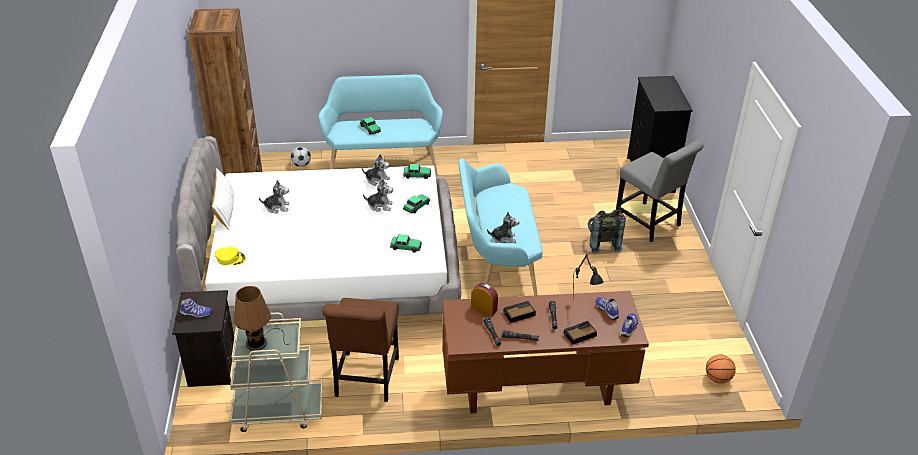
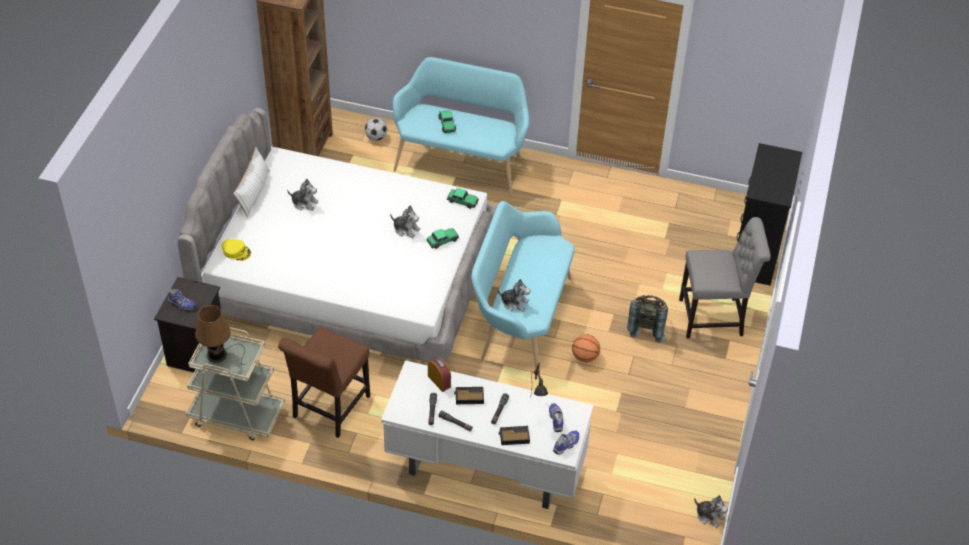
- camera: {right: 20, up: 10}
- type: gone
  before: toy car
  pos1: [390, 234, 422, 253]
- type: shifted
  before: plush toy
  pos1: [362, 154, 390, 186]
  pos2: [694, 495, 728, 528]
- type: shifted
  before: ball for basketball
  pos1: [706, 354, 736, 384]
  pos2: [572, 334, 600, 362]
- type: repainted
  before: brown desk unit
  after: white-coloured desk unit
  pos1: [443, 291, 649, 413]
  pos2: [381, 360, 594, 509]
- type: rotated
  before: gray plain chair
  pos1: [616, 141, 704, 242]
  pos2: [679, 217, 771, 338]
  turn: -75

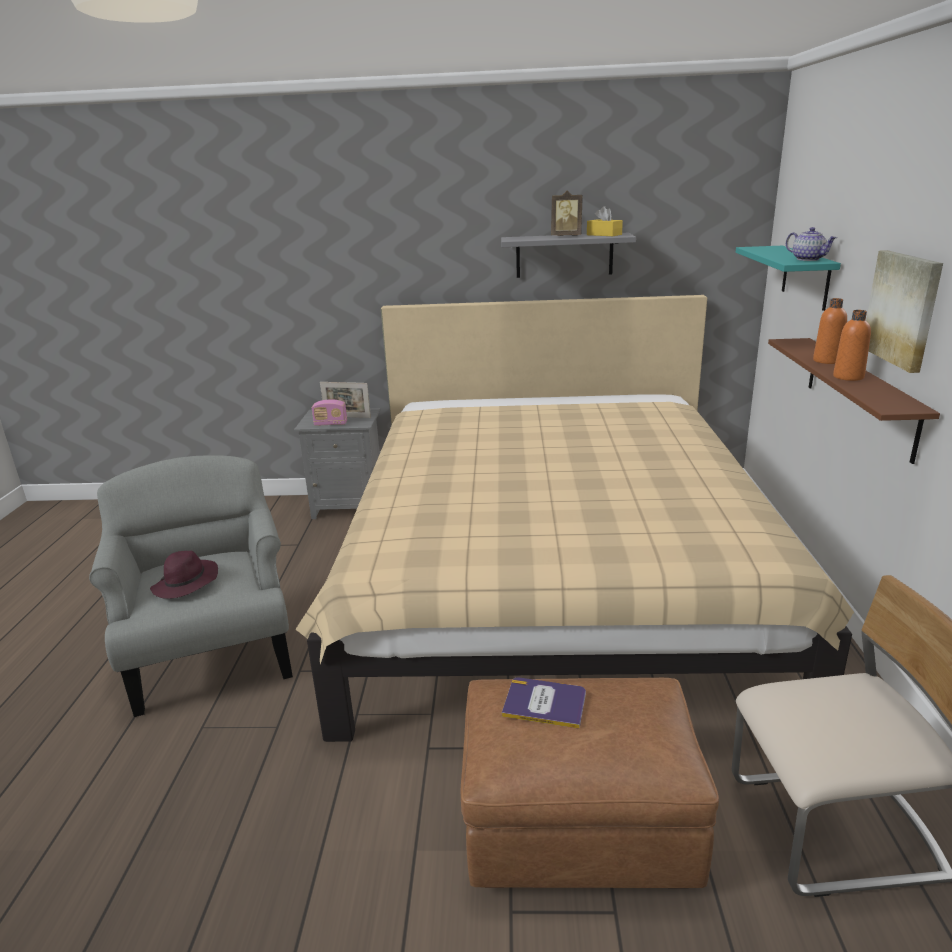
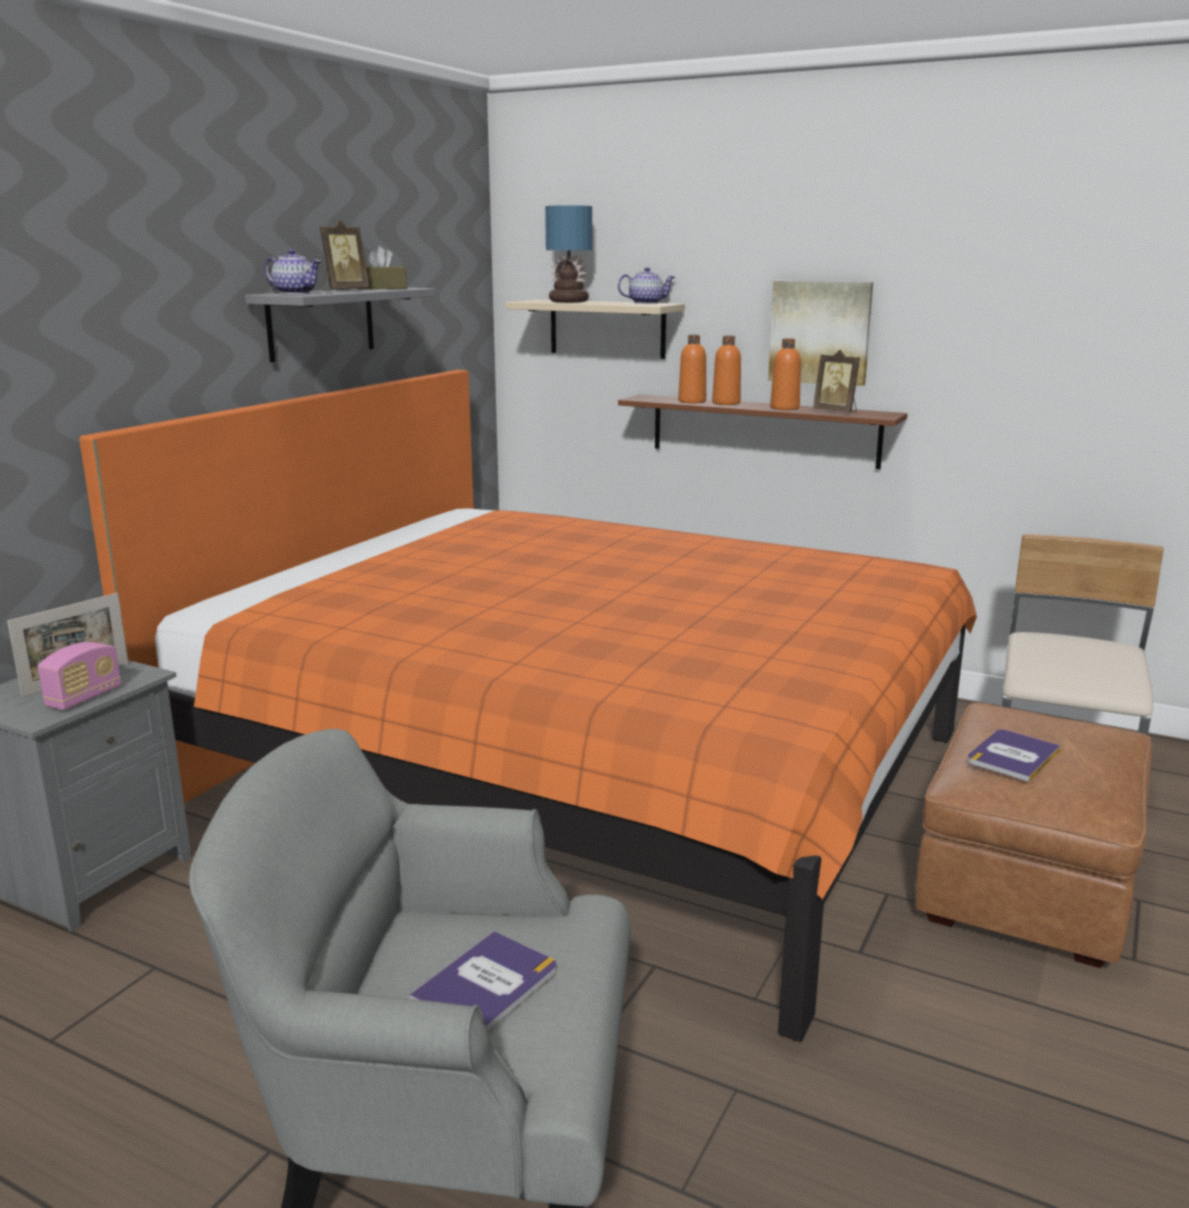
- camera: {right: -65, up: -5}
- type: new
  after: teapot
  pos2: [265, 249, 321, 294]
- type: new
  after: table lamp
  pos2: [545, 205, 592, 303]
- type: new
  after: orange-coloured drink bottle
  pos2: [678, 335, 706, 404]
- type: new
  after: standing frame
  pos2: [813, 350, 860, 412]
- type: swapped
  before: purple wearable hat
  after: book
  pos1: [150, 551, 218, 599]
  pos2: [409, 931, 557, 1032]
- type: repainted
  before: beige bedroom bed
  after: orange-coloured bedroom bed
  pos1: [295, 295, 854, 742]
  pos2: [79, 370, 977, 1042]
- type: repainted
  before: yellowish tissue holder
  after: brown tissue holder
  pos1: [587, 206, 623, 236]
  pos2: [357, 246, 407, 289]
- type: repainted
  before: turquoise-coloured wall shelf
  after: beige wall shelf
  pos1: [736, 246, 841, 311]
  pos2: [505, 299, 685, 359]

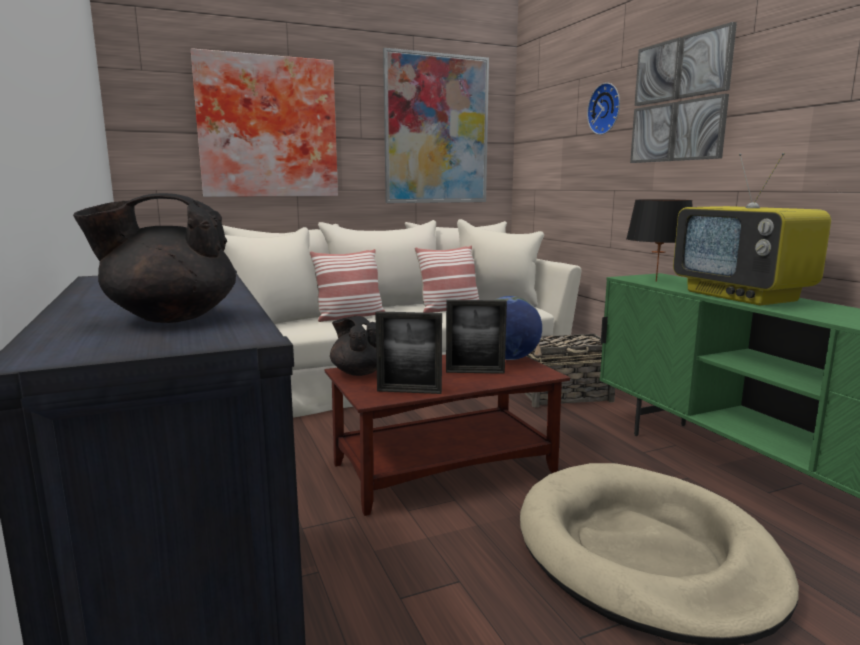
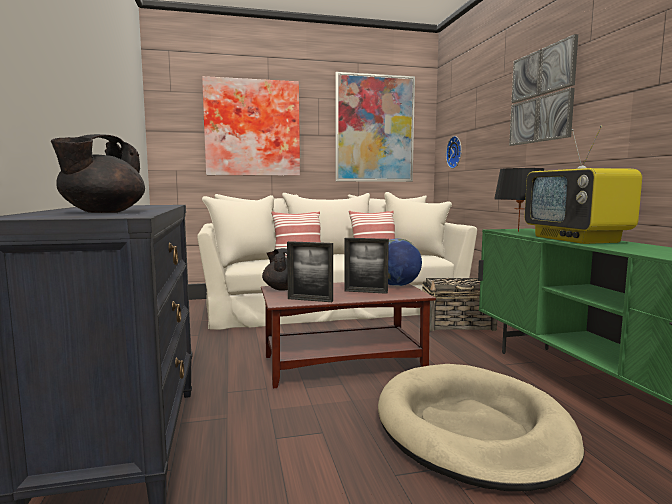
- camera: {right: 10, up: -5}
- type: shifted
  before: clock on the wall
  pos1: [587, 83, 620, 135]
  pos2: [446, 136, 462, 168]
- type: rotated
  before: black-coloured teapot
  pos1: [73, 193, 236, 323]
  pos2: [51, 134, 145, 213]
  turn: -60

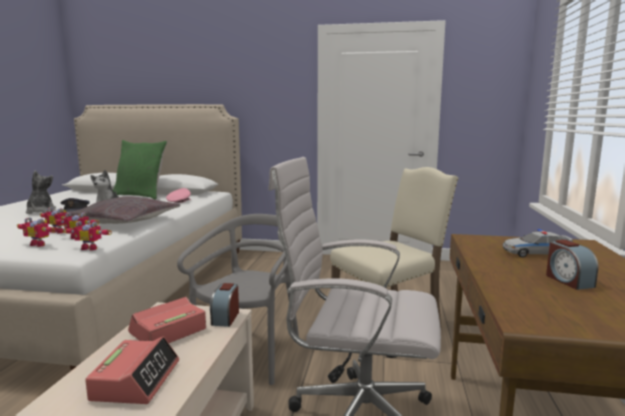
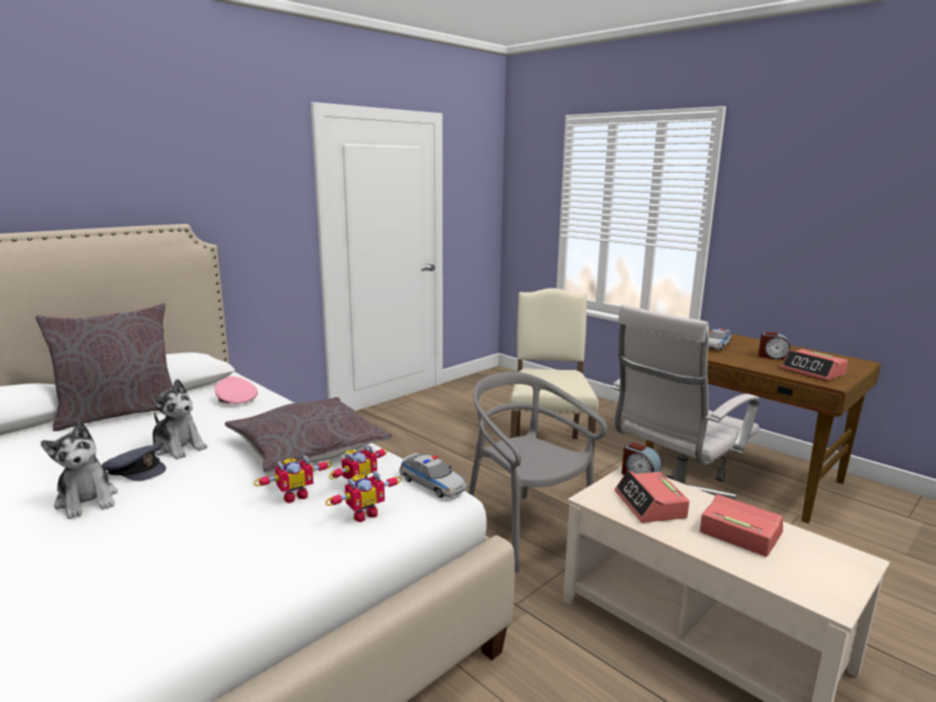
- camera: {right: -55, up: 5}
- type: new
  after: table clock
  pos2: [781, 349, 848, 381]
- type: swapped
  before: toy robot
  after: toy car
  pos1: [63, 221, 112, 251]
  pos2: [399, 453, 467, 498]
- type: repainted
  before: green pillow
  after: gray pillow
  pos1: [113, 140, 167, 200]
  pos2: [35, 303, 173, 431]
- type: rotated
  before: plush toy
  pos1: [26, 171, 56, 214]
  pos2: [41, 421, 118, 519]
  turn: -150

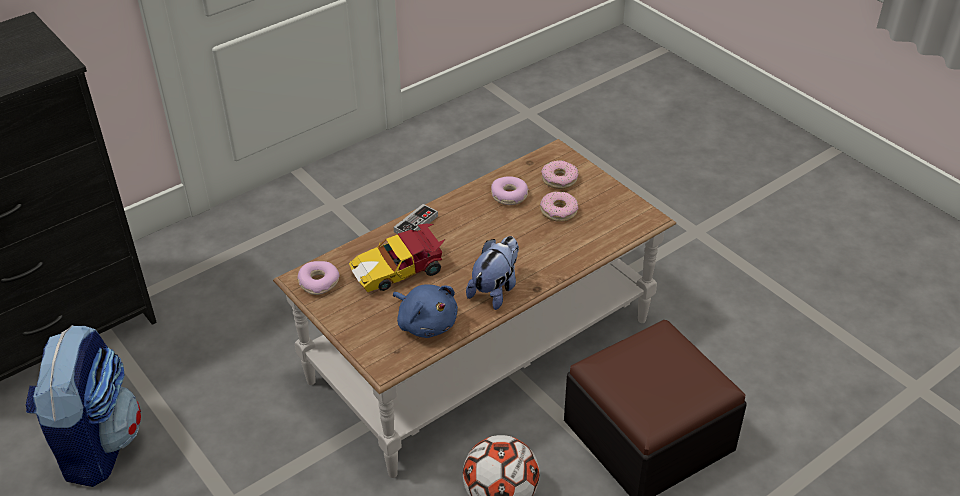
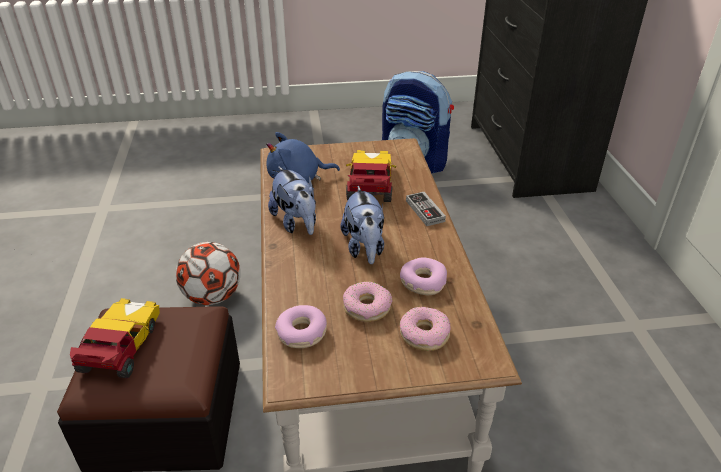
- camera: {right: 120, up: -5}
- type: new
  after: toy car
  pos2: [70, 298, 160, 378]
- type: new
  after: plush toy
  pos2: [340, 186, 384, 264]
- type: shifted
  before: ring doughnut
  pos1: [297, 261, 340, 295]
  pos2: [275, 305, 327, 348]

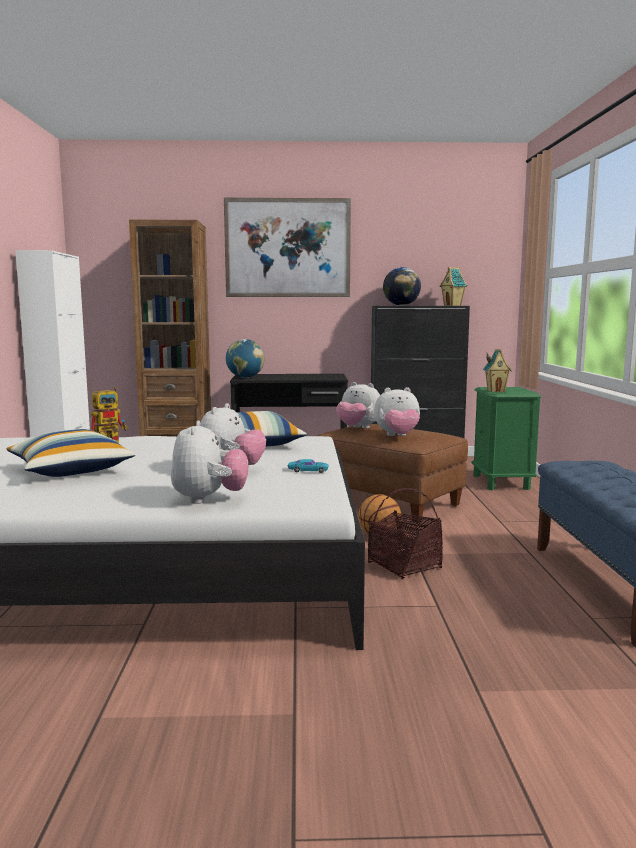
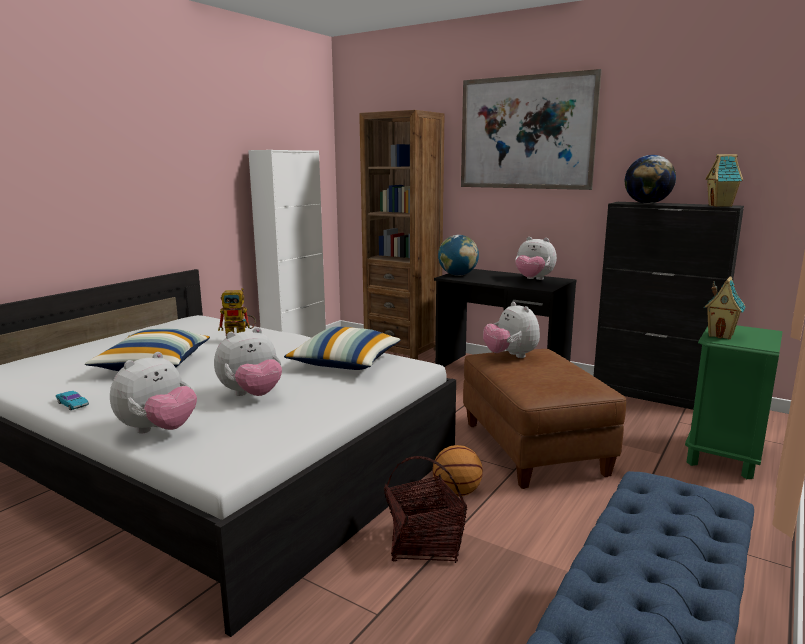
- camera: {right: 35, up: 5}
- type: shifted
  before: turquoise-coloured toy car
  pos1: [288, 459, 329, 473]
  pos2: [56, 391, 89, 410]
- type: shifted
  before: plush toy
  pos1: [374, 387, 420, 436]
  pos2: [515, 237, 557, 280]

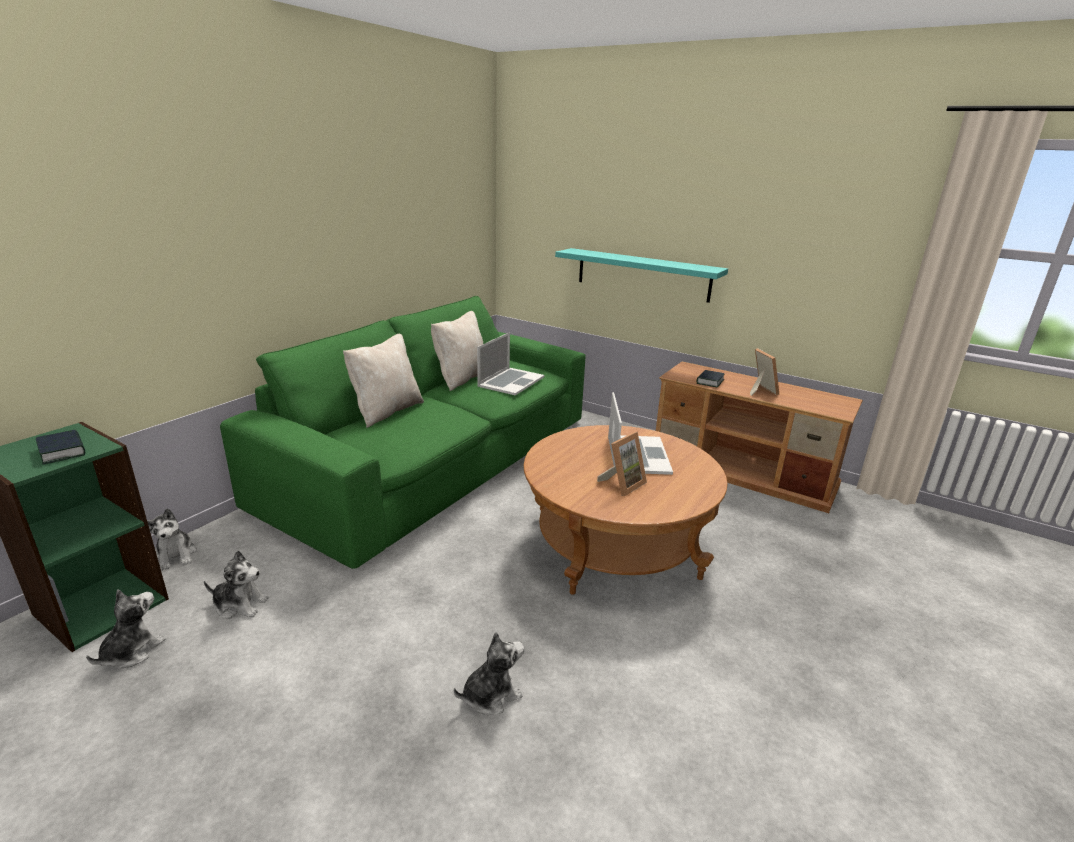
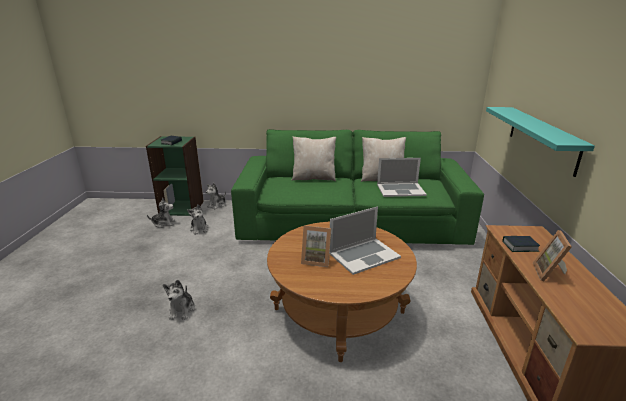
- camera: {right: 60, up: 0}
- type: rotated
  before: plush toy
  pos1: [454, 632, 524, 715]
  pos2: [163, 280, 195, 320]
  turn: 60
- type: rotated
  before: standing frame
  pos1: [750, 348, 779, 396]
  pos2: [533, 230, 572, 282]
  turn: 150

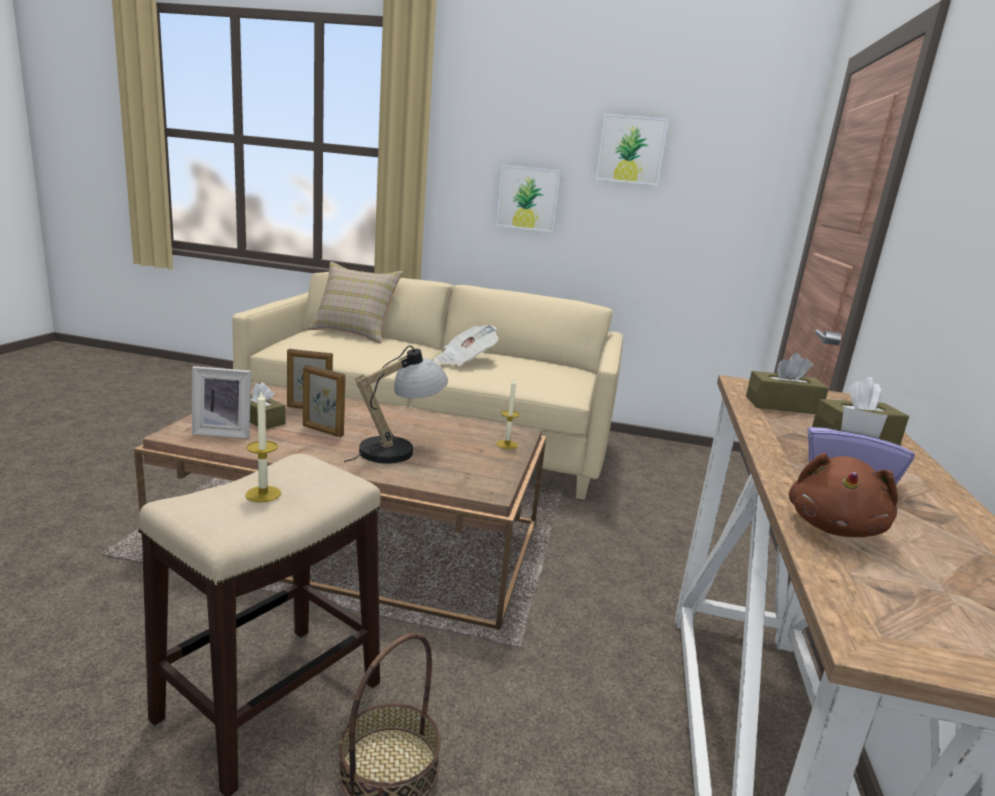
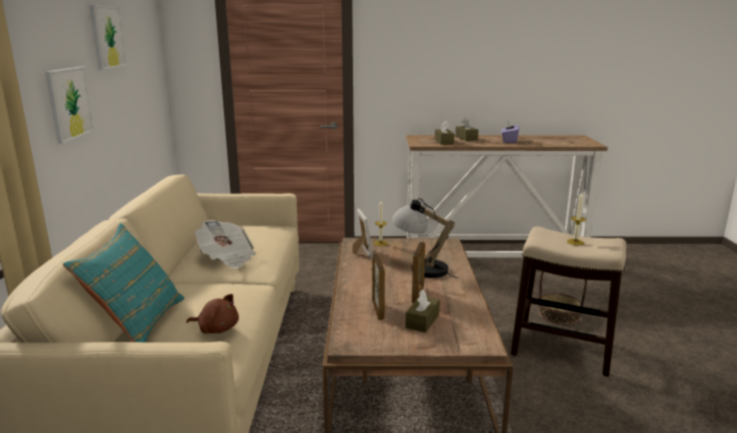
- camera: {right: -100, up: 0}
- type: shifted
  before: standing frame
  pos1: [192, 366, 251, 438]
  pos2: [352, 208, 373, 260]
- type: shifted
  before: brown plush toy
  pos1: [789, 453, 898, 537]
  pos2: [187, 294, 239, 334]
- type: repainted
  before: beige pillow
  after: turquoise-coloured pillow
  pos1: [308, 262, 403, 343]
  pos2: [63, 223, 184, 342]

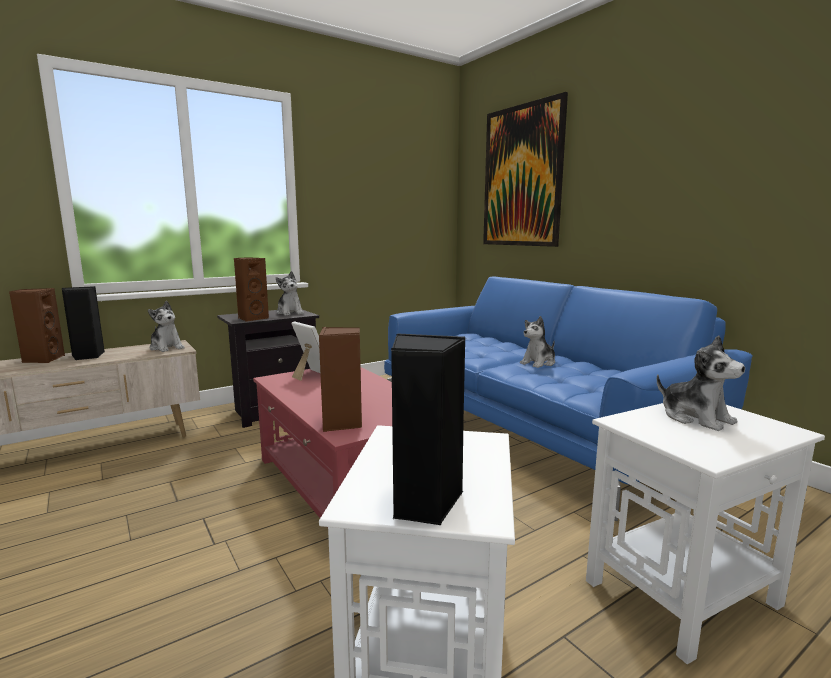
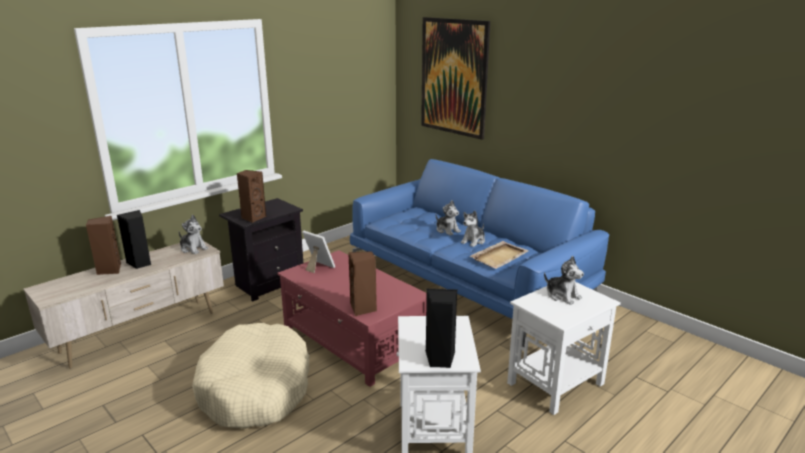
- camera: {right: -10, up: 10}
- type: new
  after: beige pet bed
  pos2: [192, 323, 309, 429]
- type: new
  after: beige carrying tray
  pos2: [469, 241, 529, 269]
- type: shifted
  before: plush toy
  pos1: [276, 271, 304, 316]
  pos2: [436, 200, 461, 236]

